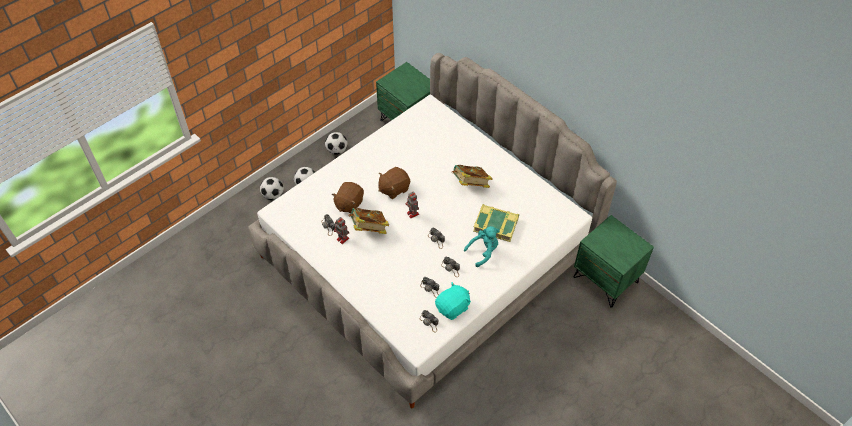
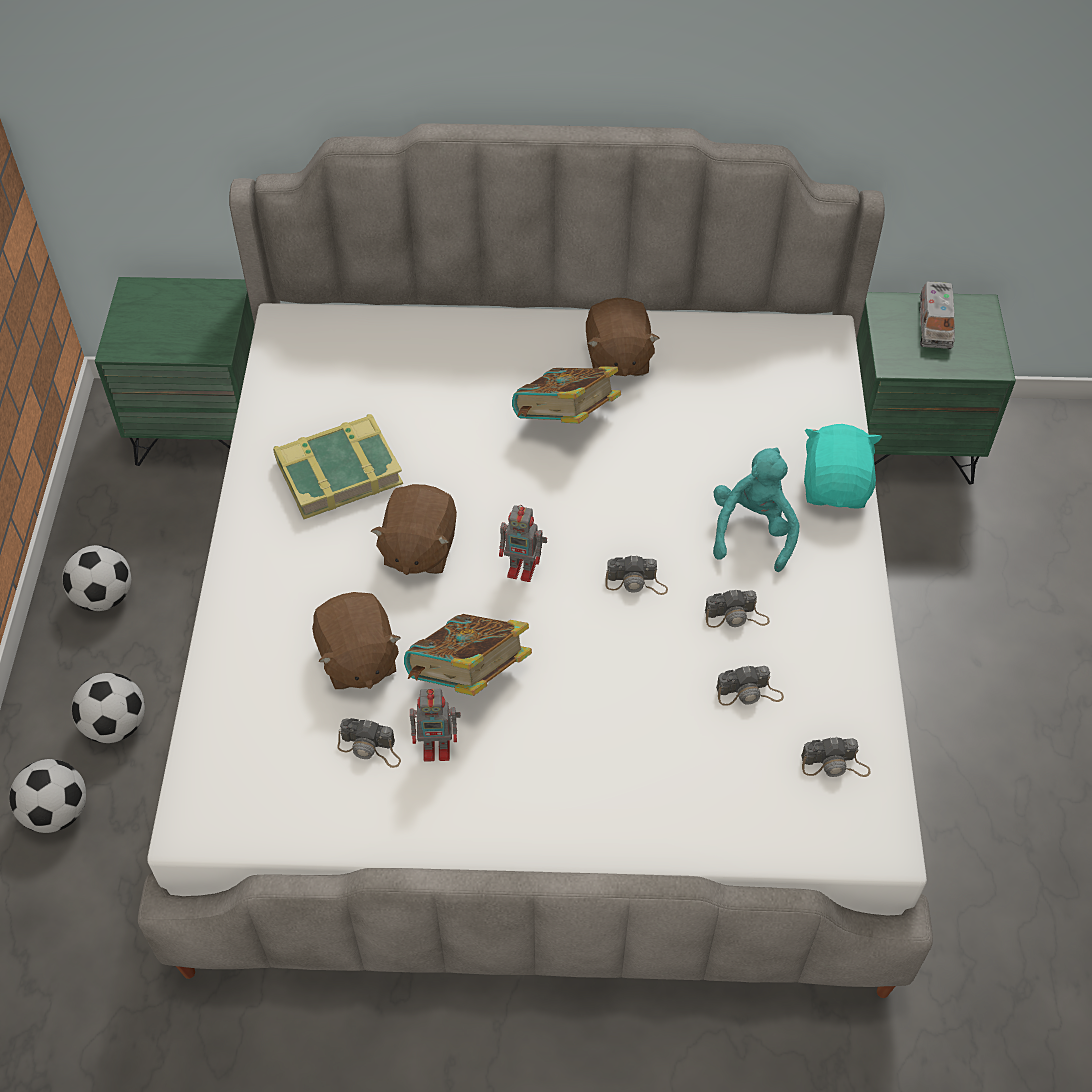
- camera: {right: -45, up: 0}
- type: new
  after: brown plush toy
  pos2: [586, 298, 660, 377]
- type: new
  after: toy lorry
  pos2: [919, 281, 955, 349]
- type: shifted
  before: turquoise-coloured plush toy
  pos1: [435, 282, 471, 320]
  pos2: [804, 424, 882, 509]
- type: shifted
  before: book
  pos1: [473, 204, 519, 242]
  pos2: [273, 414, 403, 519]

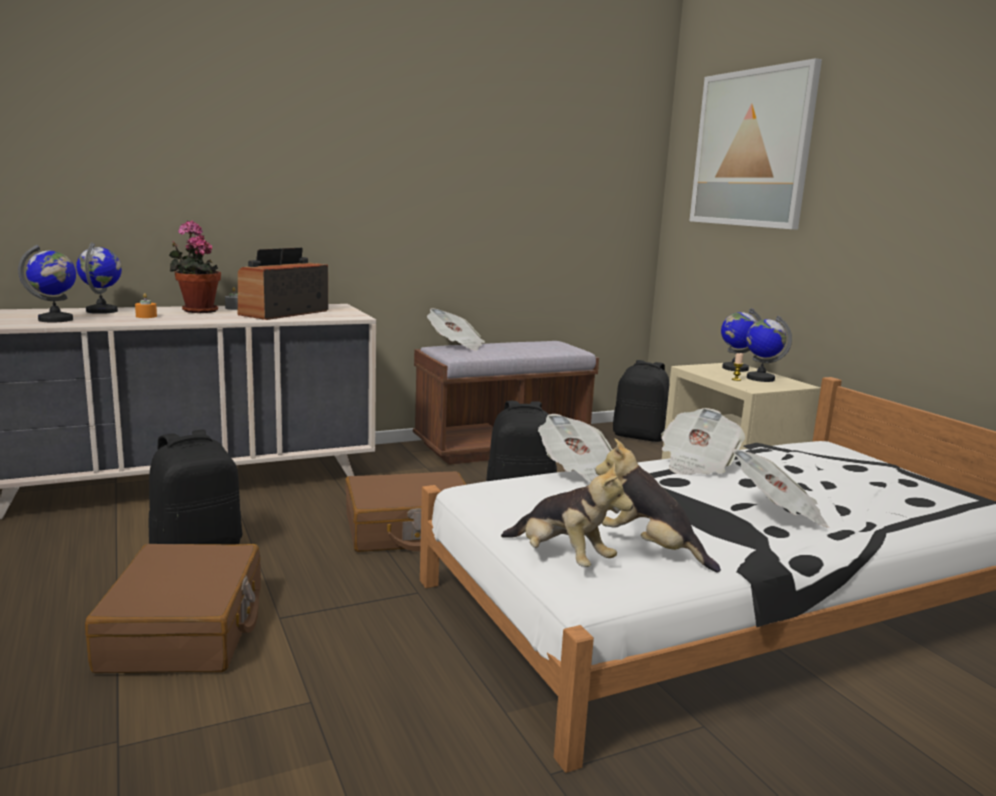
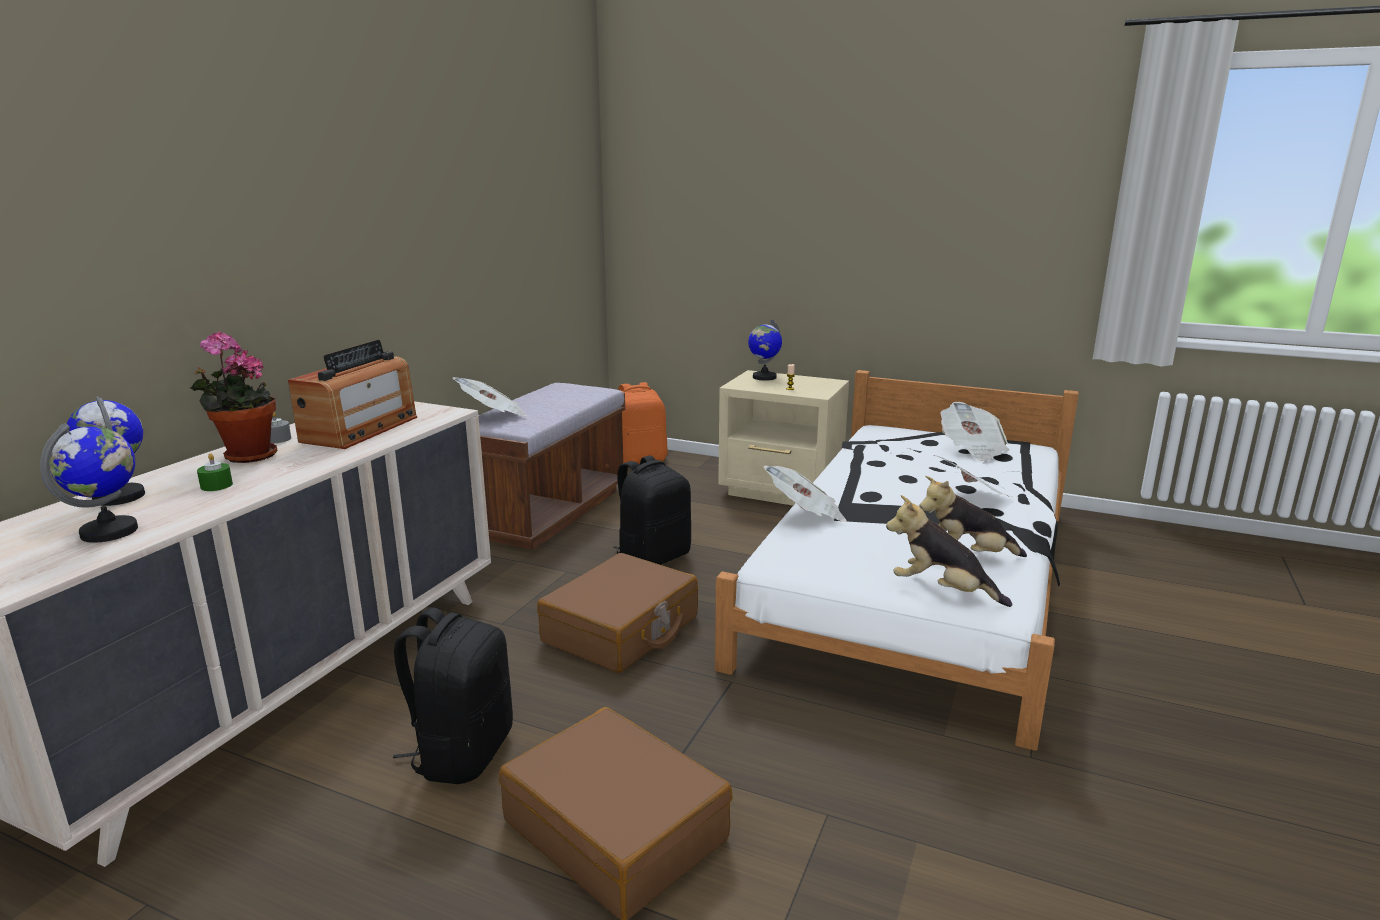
- camera: {right: -40, up: 5}
- type: gone
  before: wall picture
  pos1: [690, 58, 822, 230]
- type: gone
  before: desk globe
  pos1: [746, 316, 792, 382]
- type: shifted
  before: printed paper
  pos1: [661, 408, 745, 475]
  pos2: [940, 402, 1009, 461]
- type: repainted
  before: orange-coloured candle
  after: green candle
  pos1: [135, 293, 157, 318]
  pos2: [197, 453, 233, 491]
- type: repainted
  before: black-coloured rucksack
  after: orange-coloured rucksack
  pos1: [613, 360, 670, 442]
  pos2: [618, 382, 668, 464]
- type: rotated
  before: radio set
  pos1: [238, 248, 328, 320]
  pos2: [288, 340, 417, 449]
  turn: -150
- type: rotated
  before: plush toy
  pos1: [501, 462, 633, 567]
  pos2: [886, 495, 1012, 607]
  turn: -150

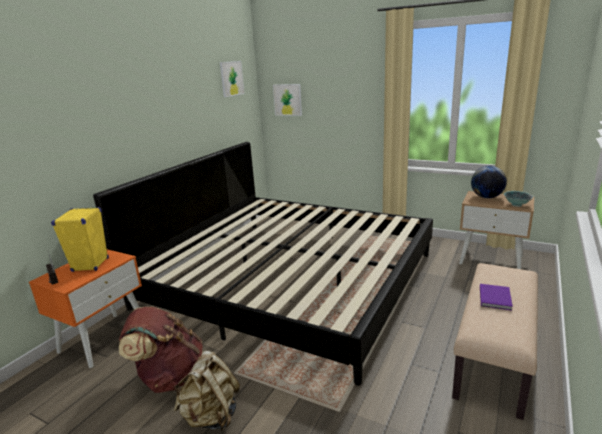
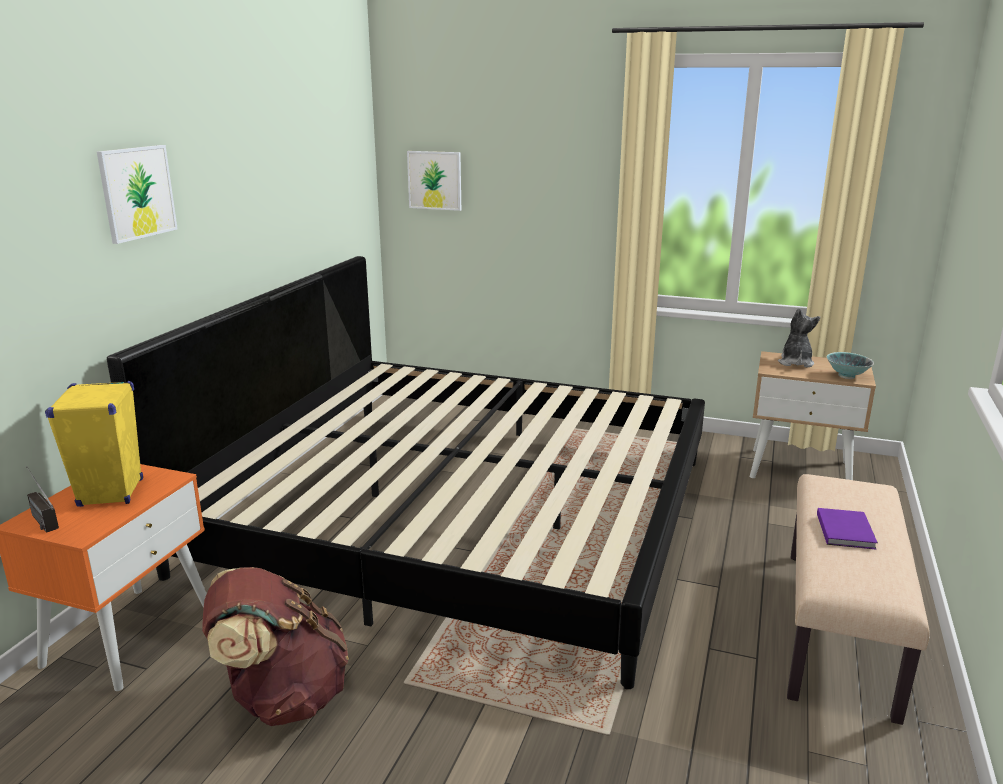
- camera: {right: -10, up: 0}
- type: gone
  before: beige rucksack
  pos1: [173, 351, 240, 431]
- type: shifted
  before: wall picture
  pos1: [220, 61, 244, 97]
  pos2: [97, 145, 178, 244]
- type: swapped
  before: desk globe
  after: plush toy
  pos1: [471, 166, 507, 198]
  pos2: [778, 308, 820, 368]

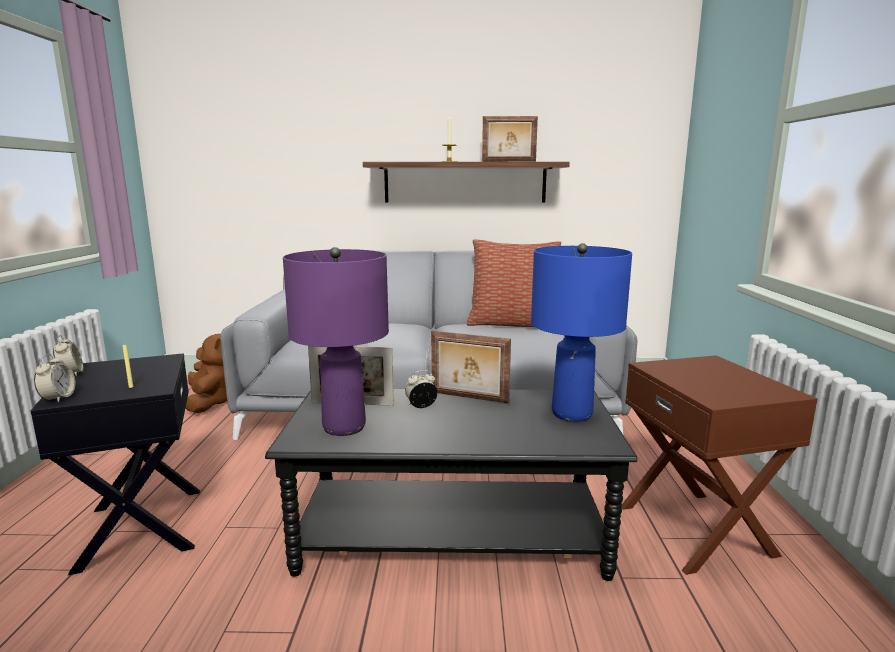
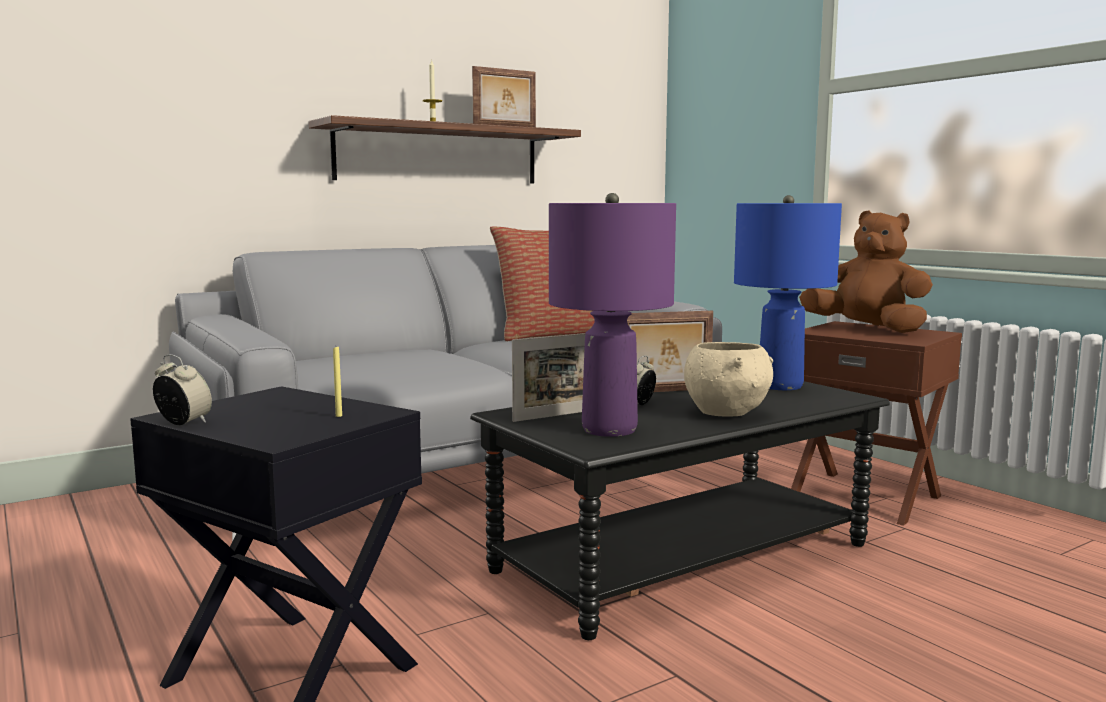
- camera: {right: -35, up: -5}
- type: gone
  before: table clock
  pos1: [34, 354, 76, 403]
- type: new
  after: beige serving bowl
  pos2: [684, 342, 773, 416]
- type: shifted
  before: brown plush toy
  pos1: [186, 334, 227, 413]
  pos2: [799, 210, 933, 333]

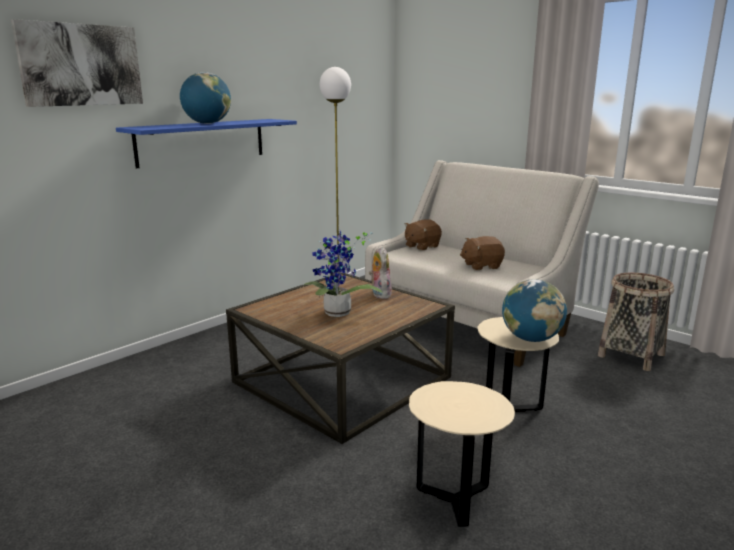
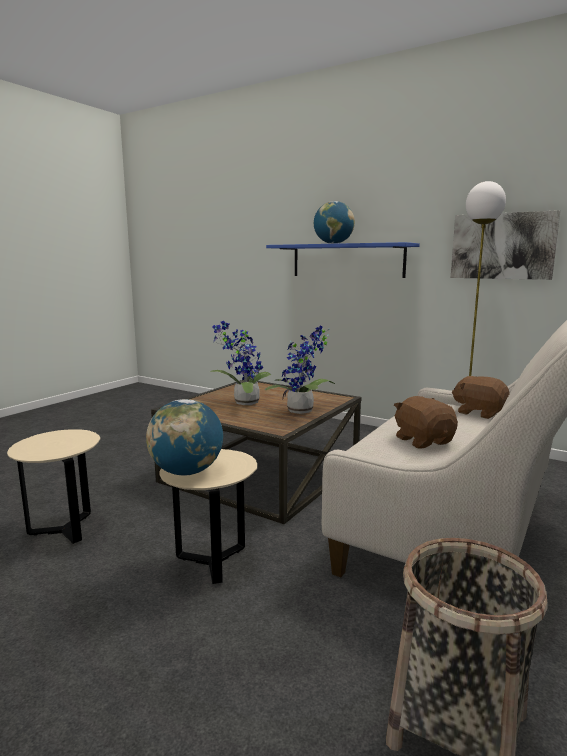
- camera: {right: 80, up: -5}
- type: shifted
  before: wall picture
  pos1: [11, 19, 143, 107]
  pos2: [451, 210, 561, 280]
- type: swapped
  before: plush toy
  after: houseplant
  pos1: [369, 245, 392, 299]
  pos2: [265, 325, 335, 414]

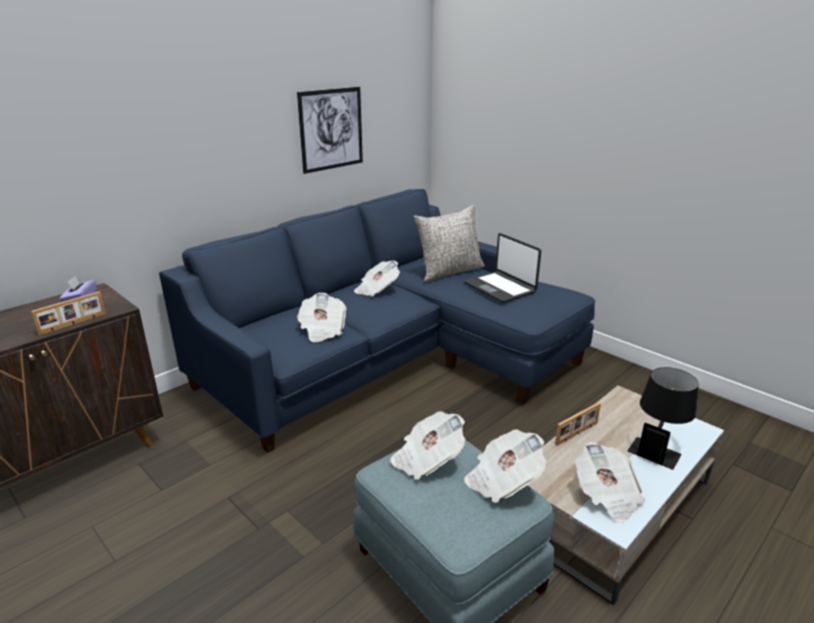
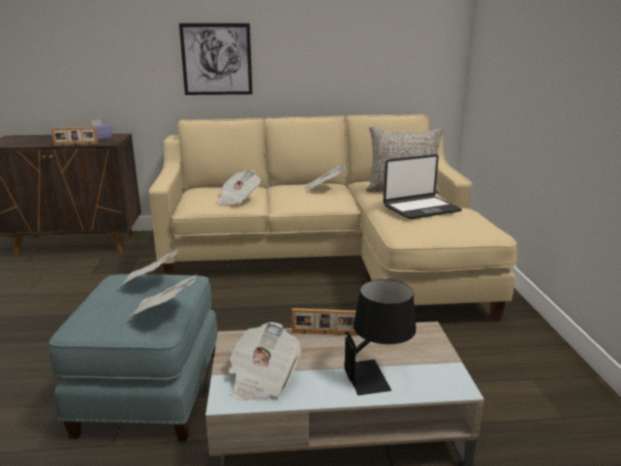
- camera: {right: 40, up: -5}
- type: shifted
  before: wall picture
  pos1: [297, 87, 363, 174]
  pos2: [179, 23, 252, 95]
- type: repainted
  before: blue sofa
  after: beige sofa
  pos1: [159, 189, 595, 453]
  pos2: [149, 114, 517, 321]
- type: rotated
  before: portable computer
  pos1: [464, 233, 541, 302]
  pos2: [383, 154, 462, 219]
  turn: -120

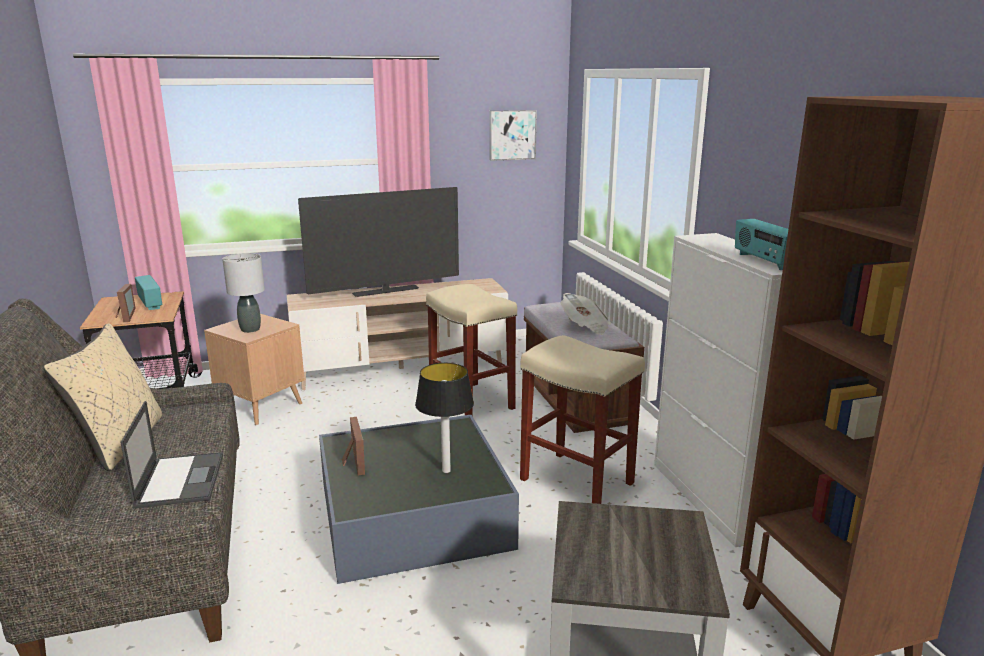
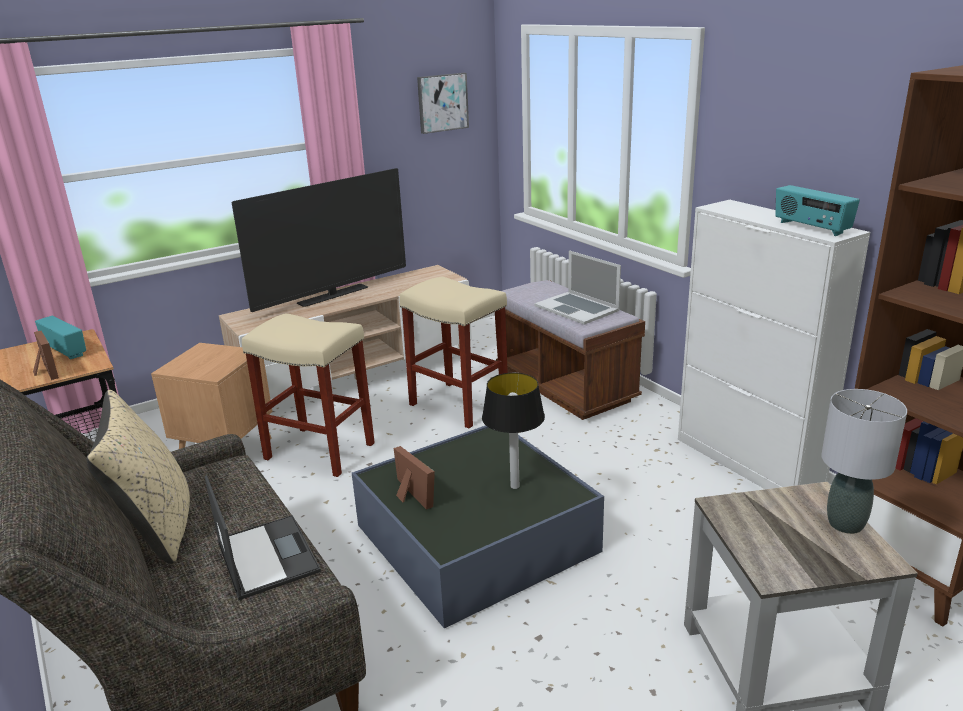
- camera: {right: -15, up: 5}
- type: shifted
  before: gray table lamp
  pos1: [222, 253, 265, 333]
  pos2: [821, 389, 907, 534]
- type: shifted
  before: beige stool seat
  pos1: [520, 335, 645, 504]
  pos2: [242, 313, 375, 477]
- type: swapped
  before: printed paper
  after: portable computer
  pos1: [560, 293, 611, 335]
  pos2: [535, 250, 621, 325]

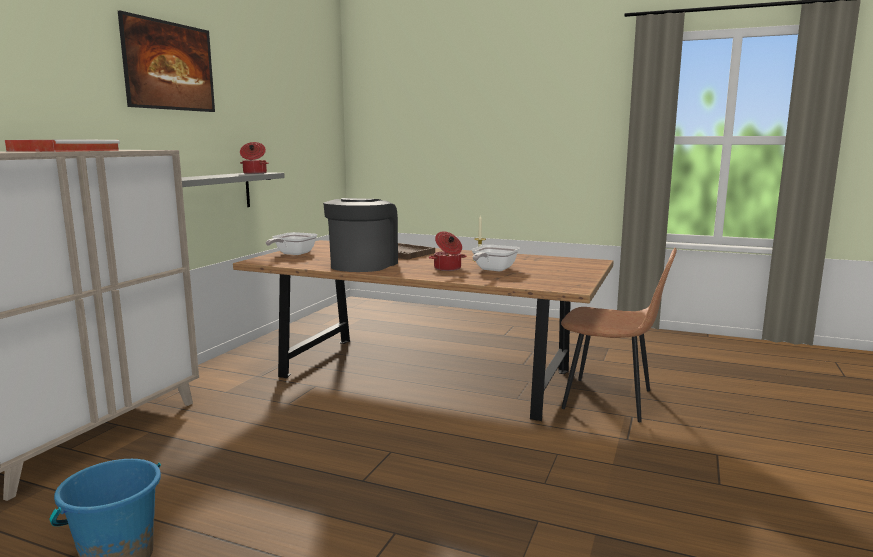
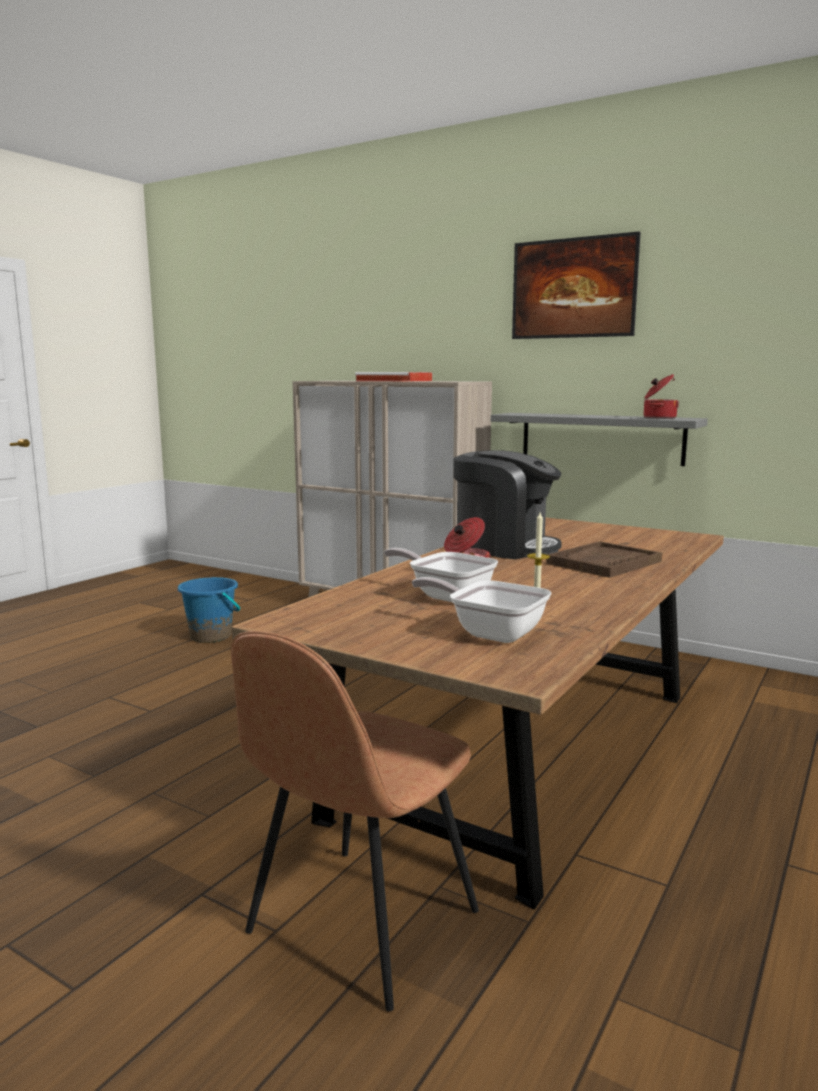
- camera: {right: 100, up: 0}
- type: shifted
  before: skillet
  pos1: [266, 232, 317, 255]
  pos2: [412, 577, 551, 643]

